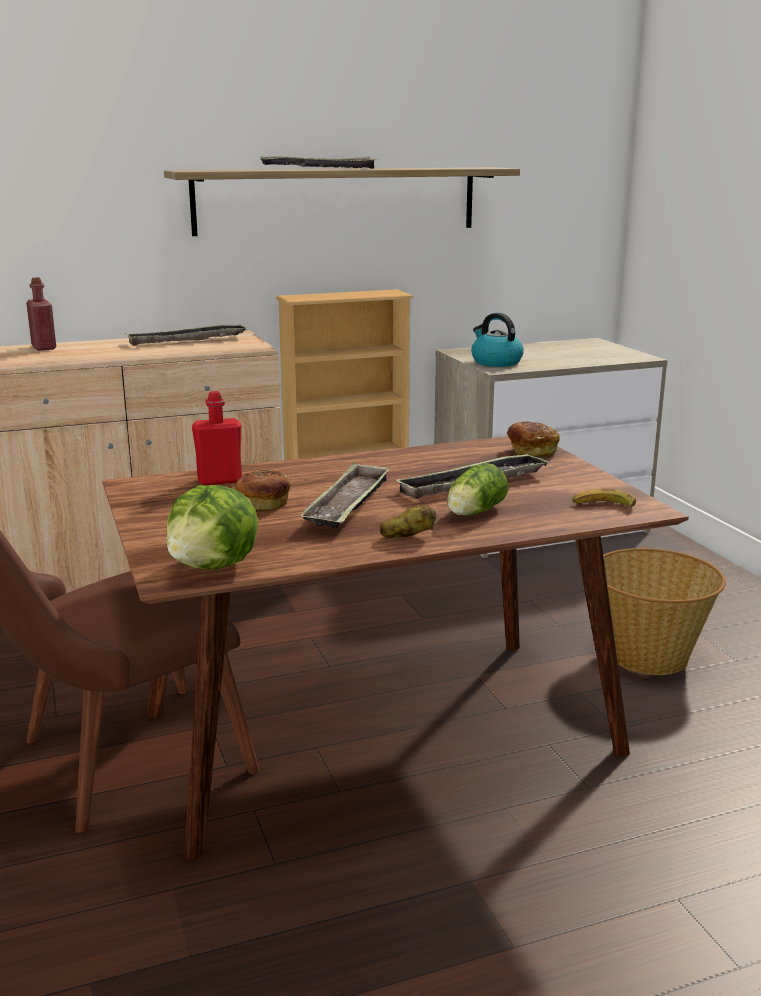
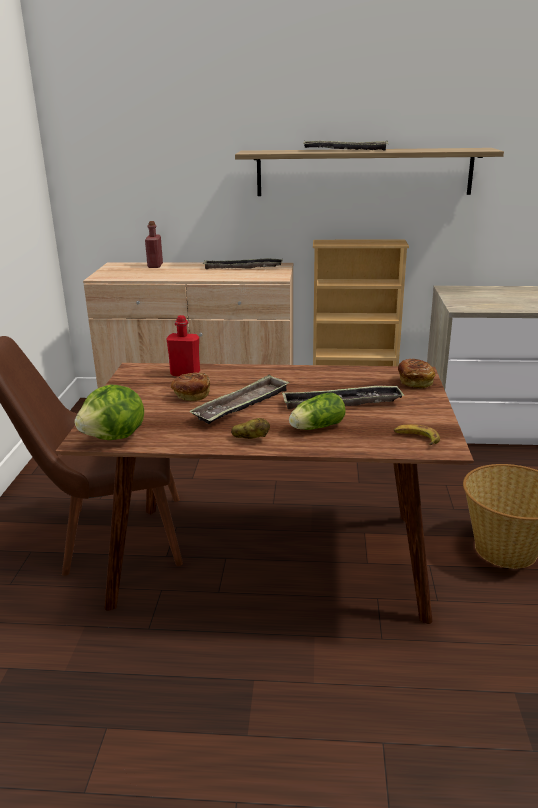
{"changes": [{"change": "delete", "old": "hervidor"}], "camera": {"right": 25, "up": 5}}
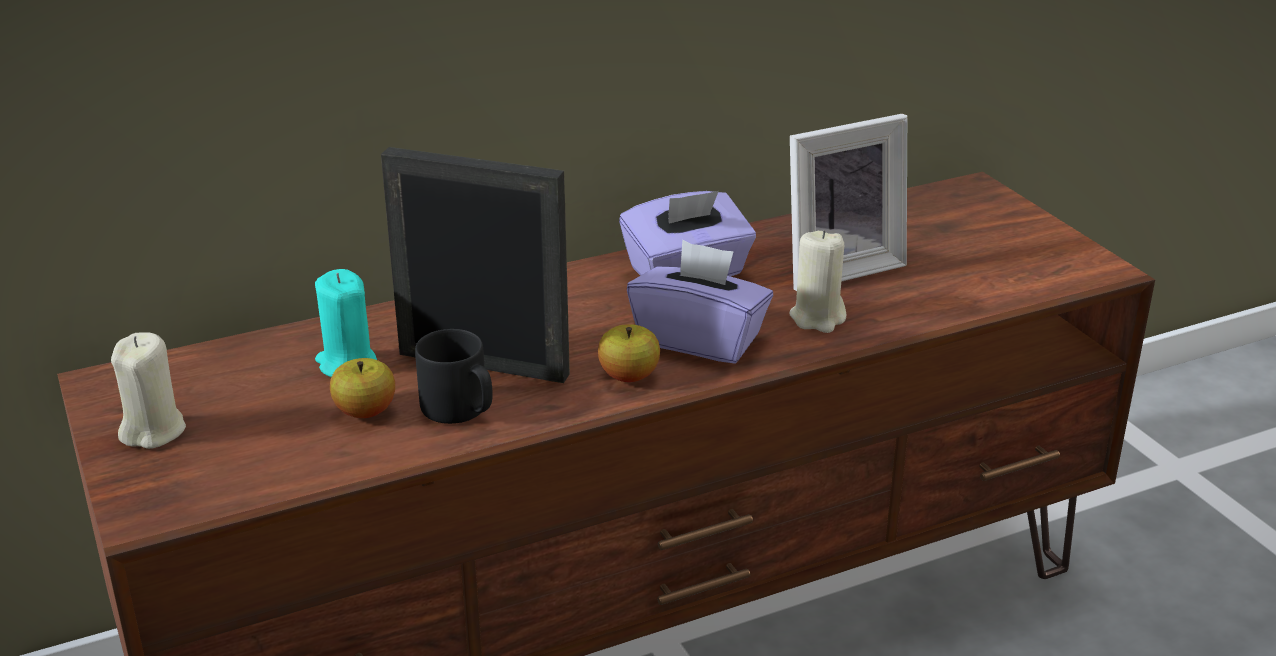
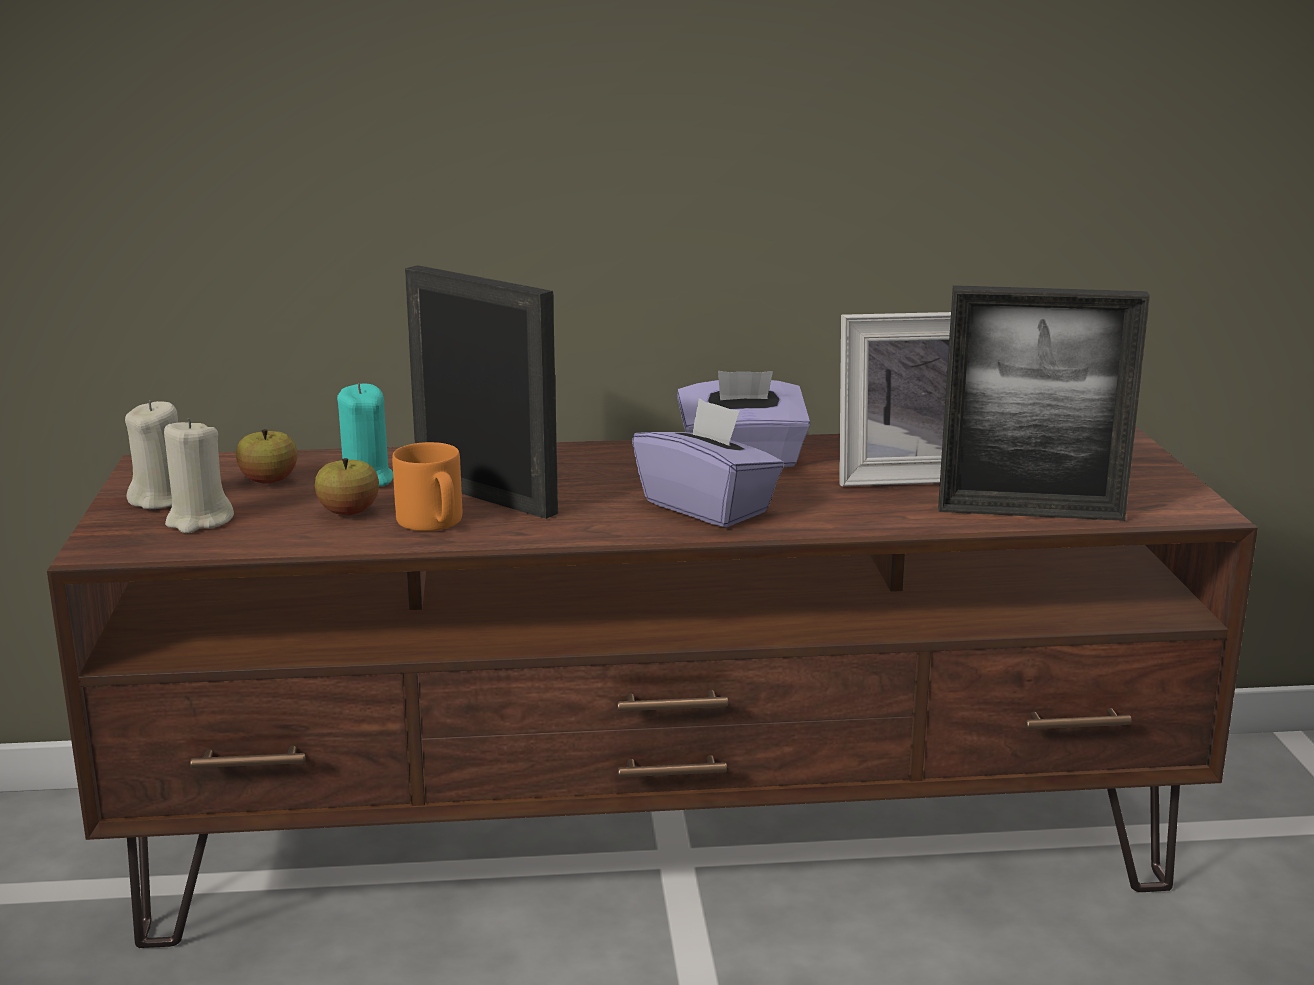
{"changes": [{"change": "move", "old": "vela [beis] (2nd from left)"}, {"change": "move", "old": "manzana (2nd from left in the first image)", "new": "manzana (1st from left)"}, {"change": "recolor", "old": "taza grande [negro]", "new": "taza grande [naranja]"}, {"change": "insert", "new": "portarretratos (3rd from left)"}], "camera": {"right": 20, "up": -10}}
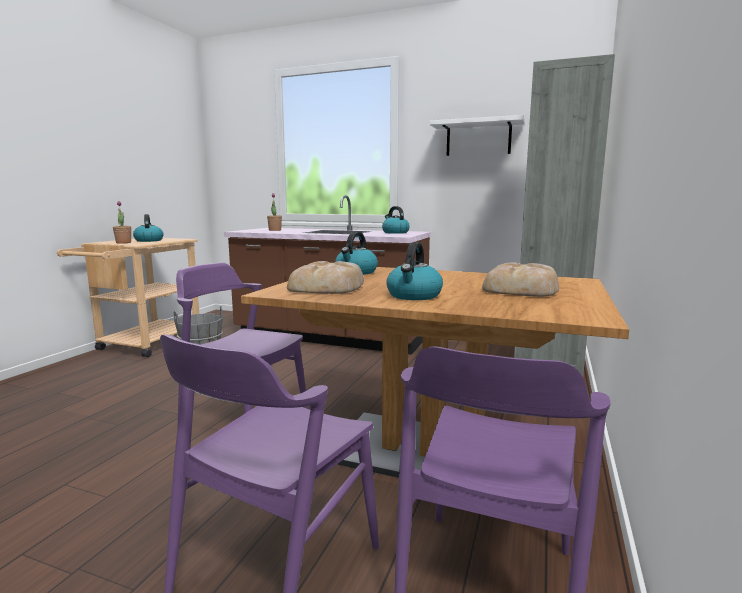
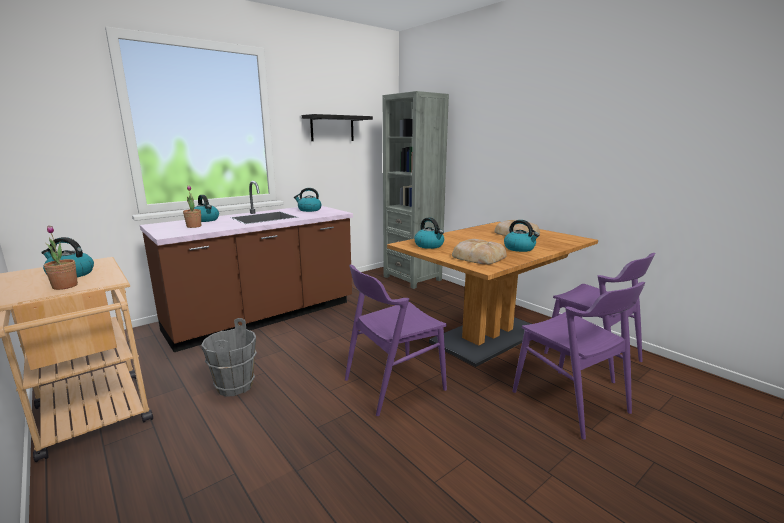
{"changes": [{"change": "insert", "new": "hervidor (2nd from left)"}, {"change": "recolor", "old": "estante [blanco]", "new": "estante [negro]"}], "camera": {"right": -60, "up": 5}}
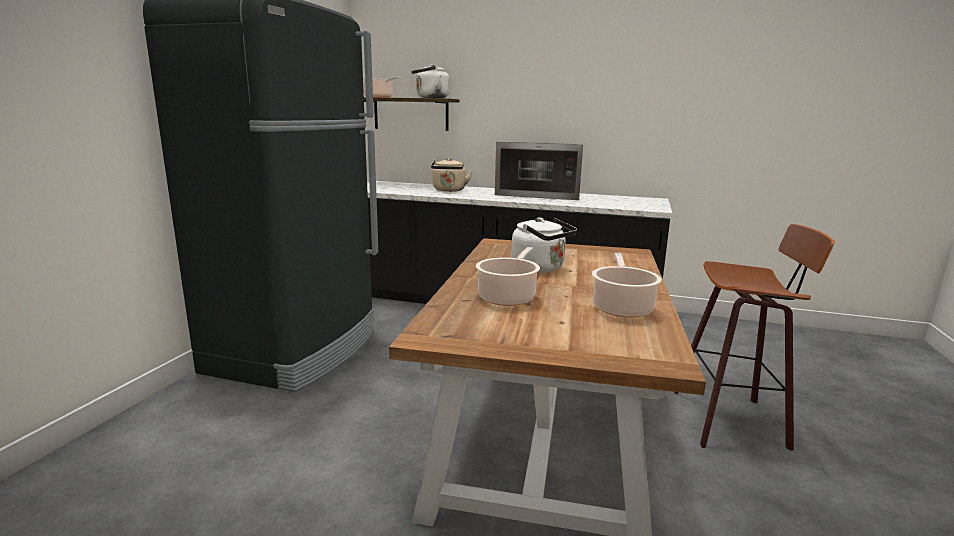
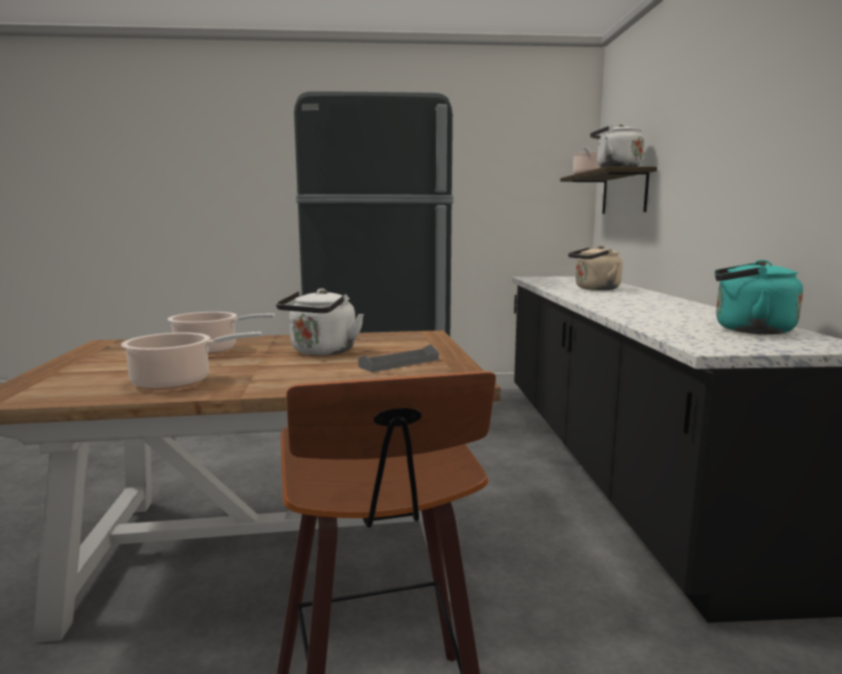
{"changes": [{"change": "insert", "new": "bandeja [gris]"}, {"change": "insert", "new": "hervidor [turquesa]"}, {"change": "delete", "old": "microondas"}], "camera": {"right": 70, "up": -5}}
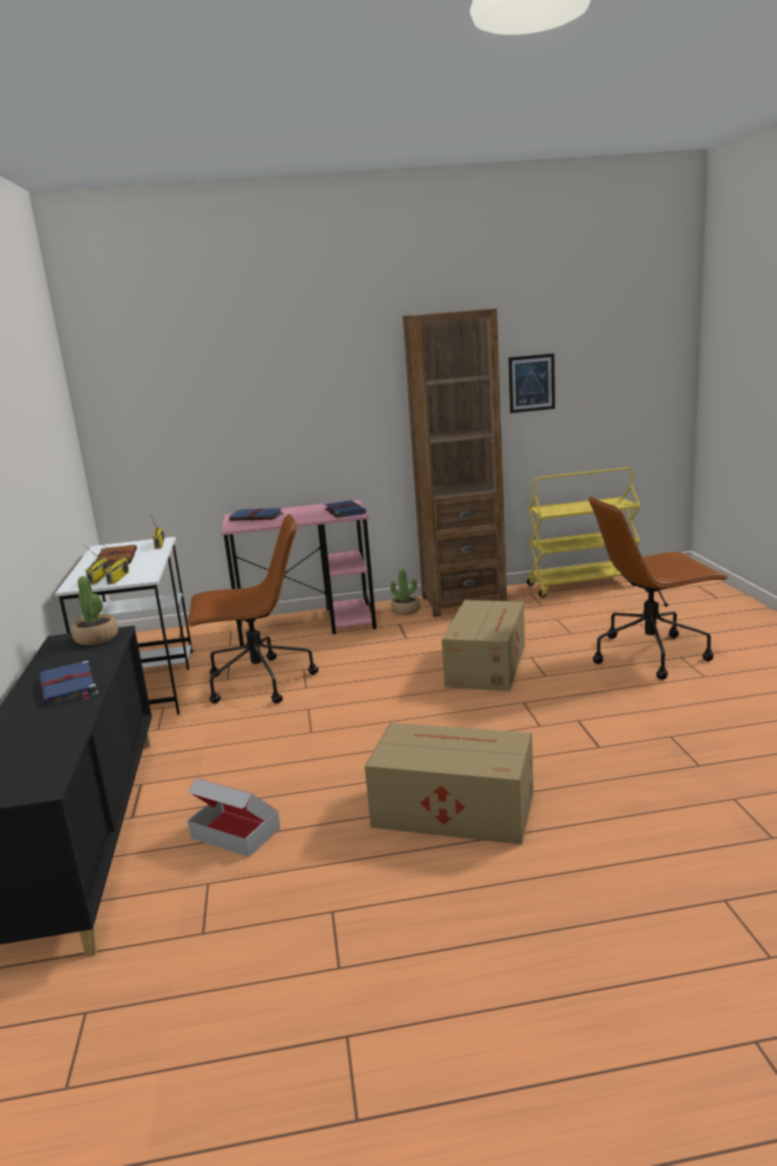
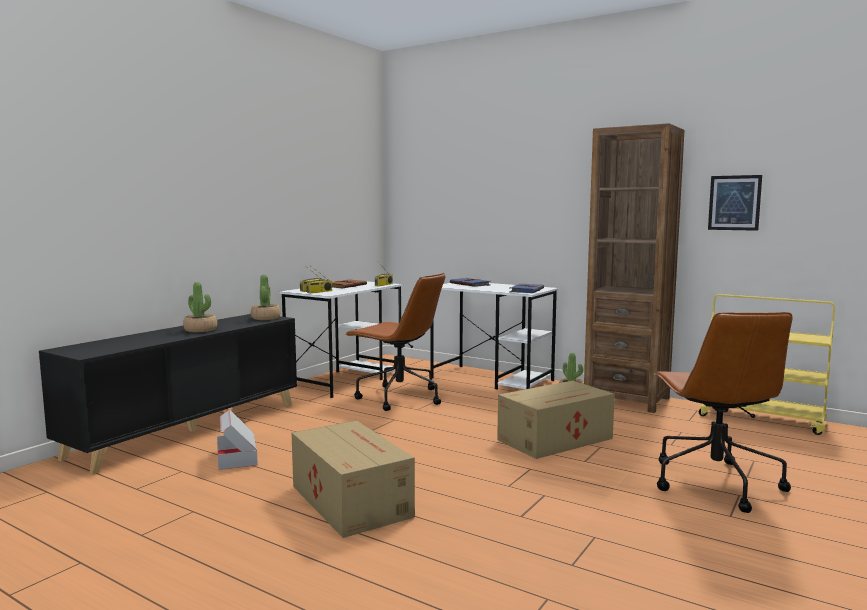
{"changes": [{"change": "replace", "old": "libro [azul] (1st from left)", "new": "planta en maceta (1st from left)"}, {"change": "recolor", "old": "escritorio [rosa]", "new": "escritorio [blanco] (2nd from left)"}, {"change": "rotate", "old": "silla de oficina [marrón] (2nd from left)", "degrees": -120}], "camera": {"right": 40, "up": -10}}
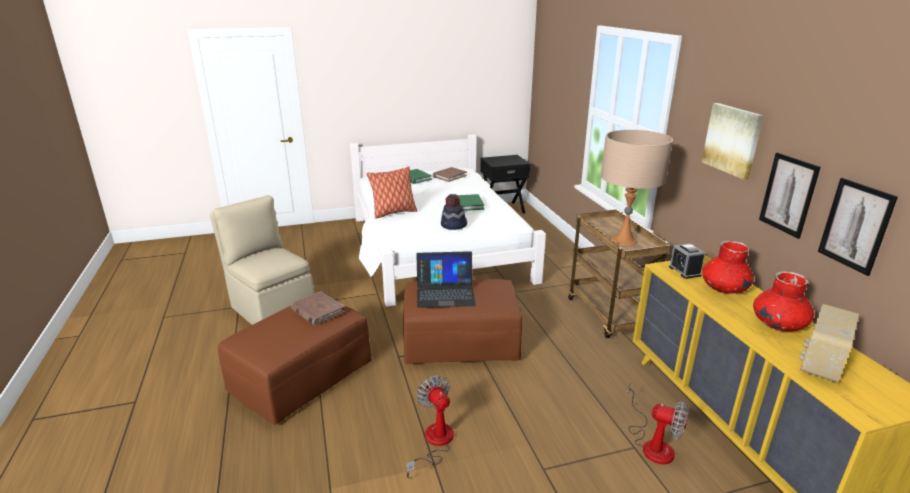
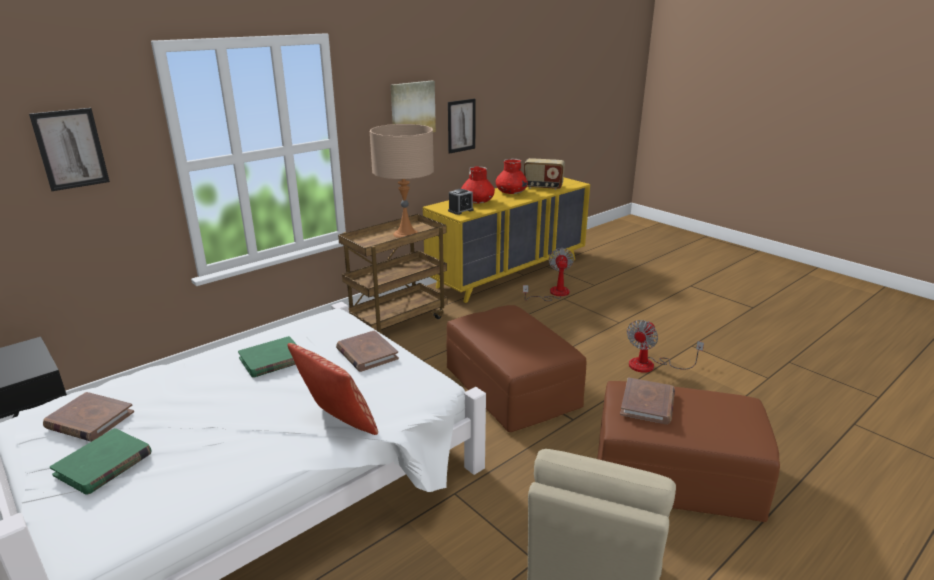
{"changes": [{"change": "move", "old": "cuadro (3rd from left in the first image)", "new": "cuadro (1st from left)"}, {"change": "replace", "old": "sombrero", "new": "libro [marrón] (2nd from left)"}, {"change": "delete", "old": "portátil"}], "camera": {"right": -115, "up": 0}}
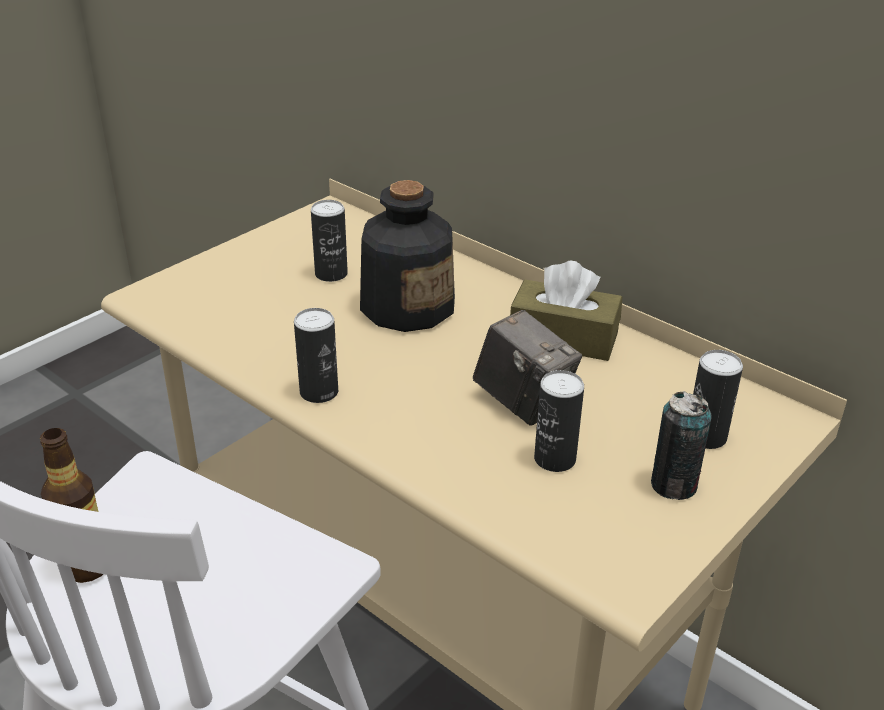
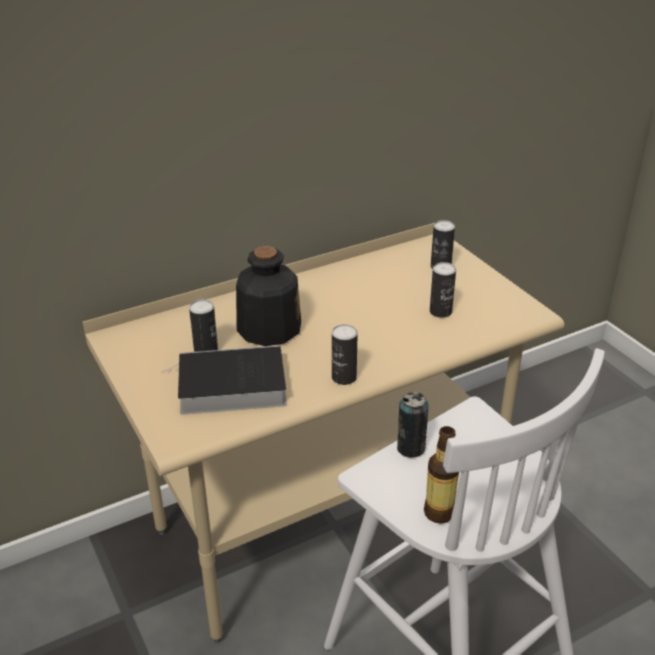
{"changes": [{"change": "insert", "new": "libro"}, {"change": "move", "old": "lata (4th from left in the first image)", "new": "lata (3rd from left)"}, {"change": "delete", "old": "cámara"}, {"change": "delete", "old": "caja de pañuelos [marrón]"}], "camera": {"right": -70, "up": 0}}
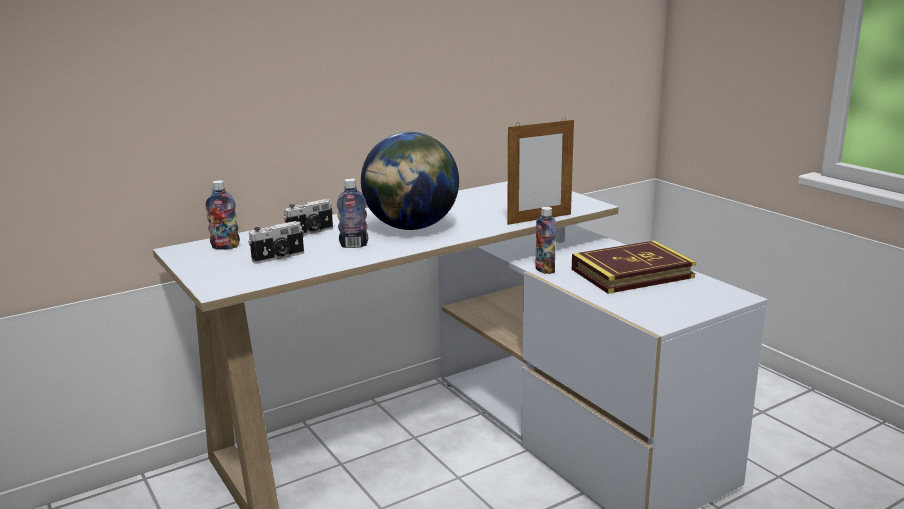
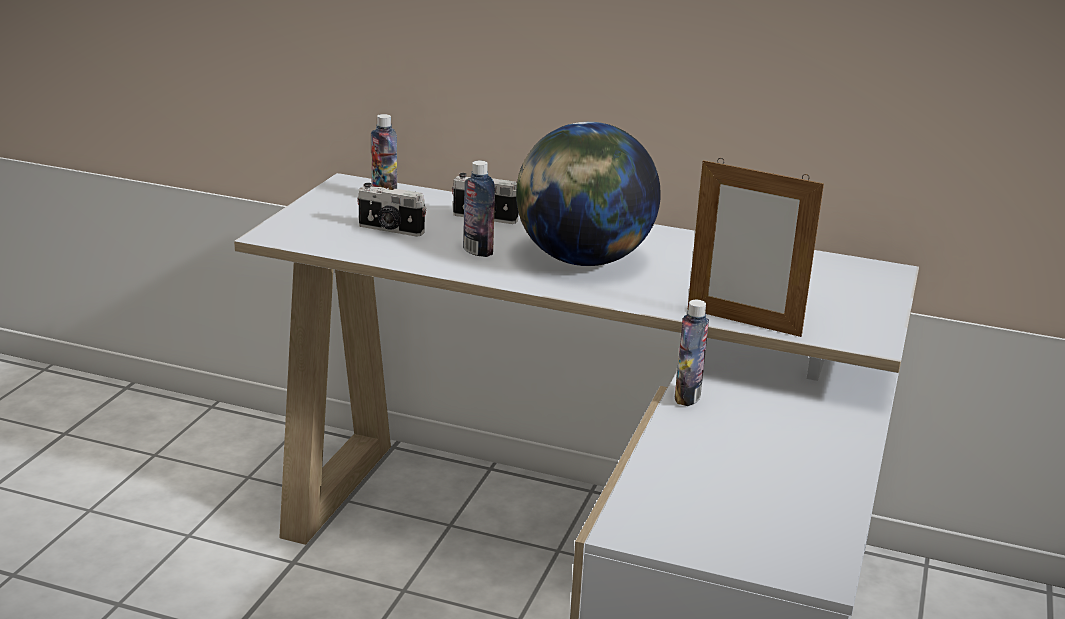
{"changes": [{"change": "delete", "old": "libro"}], "camera": {"right": 50, "up": 5}}
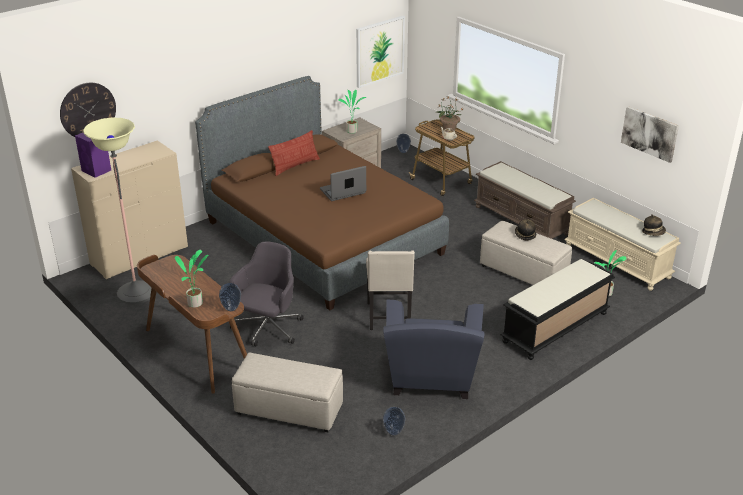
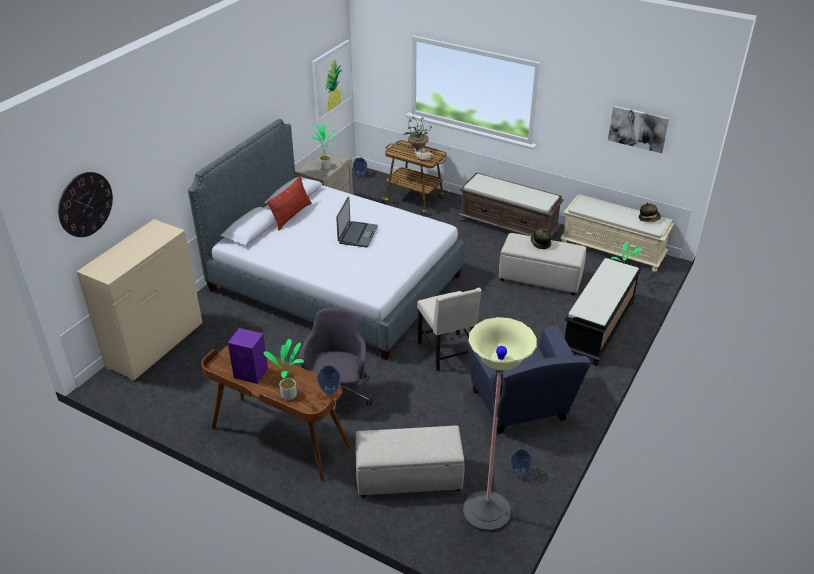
{"changes": [{"change": "recolor", "old": "cama [marrón]", "new": "cama [gris]"}, {"change": "move", "old": "altavoz [morado]"}, {"change": "rotate", "old": "portátil", "degrees": 150}, {"change": "move", "old": "lámpara de pie"}], "camera": {"right": -20, "up": 5}}
